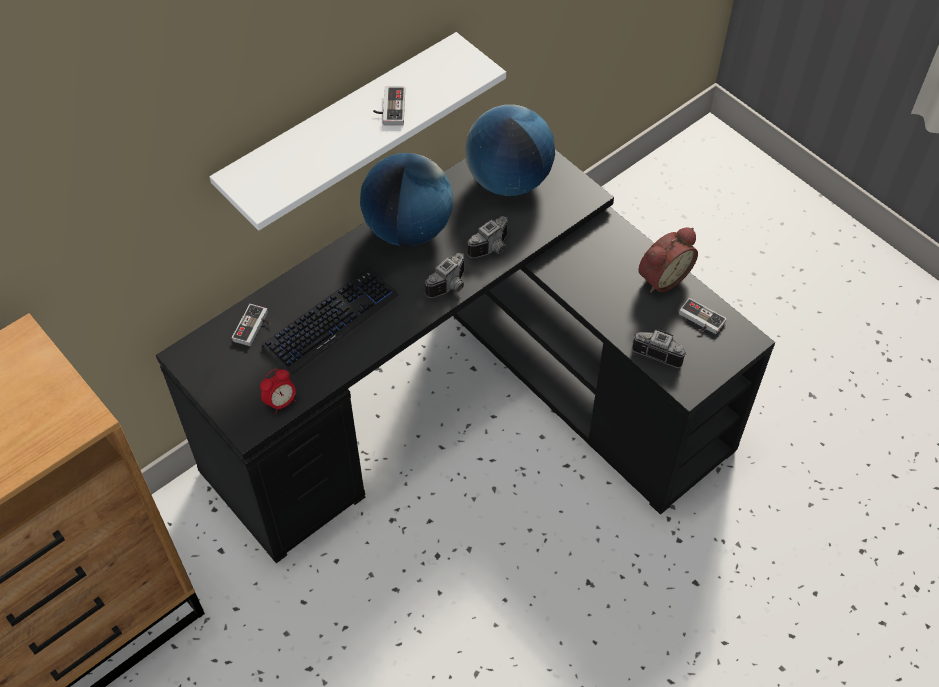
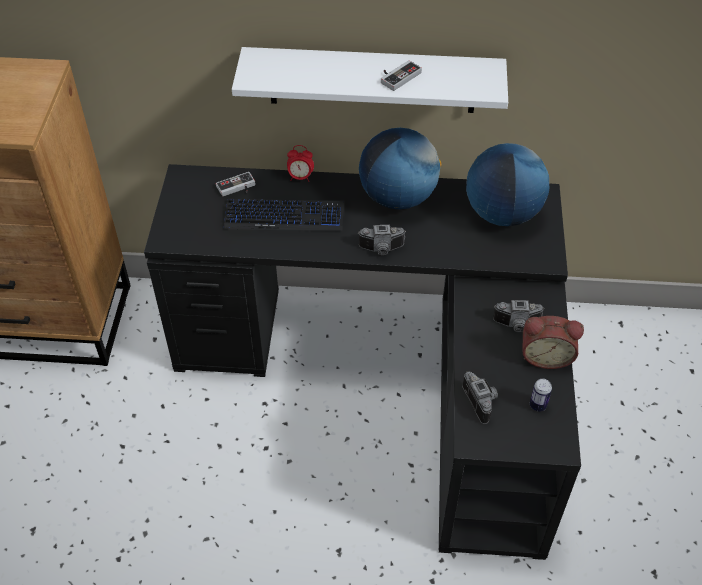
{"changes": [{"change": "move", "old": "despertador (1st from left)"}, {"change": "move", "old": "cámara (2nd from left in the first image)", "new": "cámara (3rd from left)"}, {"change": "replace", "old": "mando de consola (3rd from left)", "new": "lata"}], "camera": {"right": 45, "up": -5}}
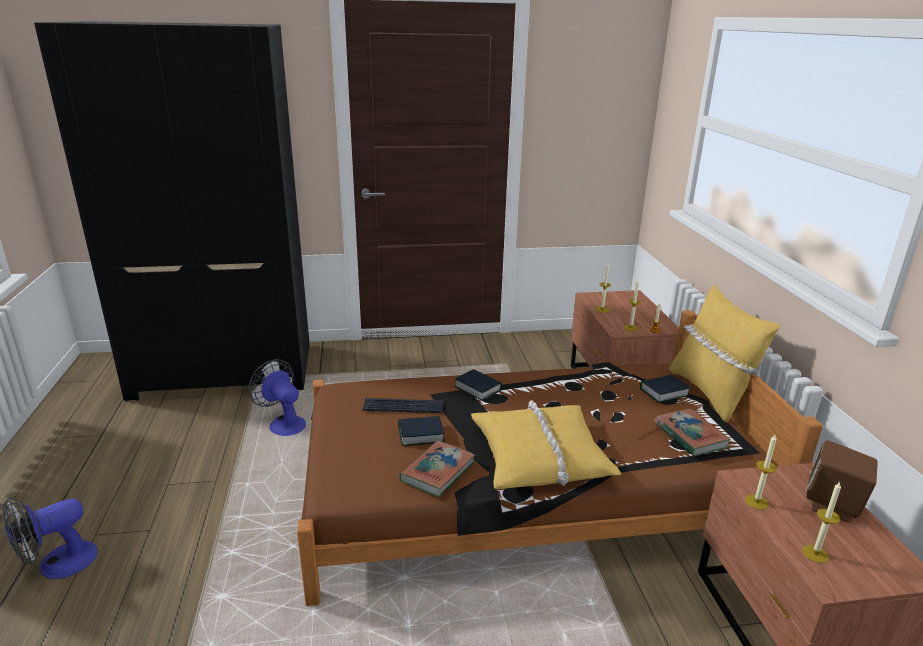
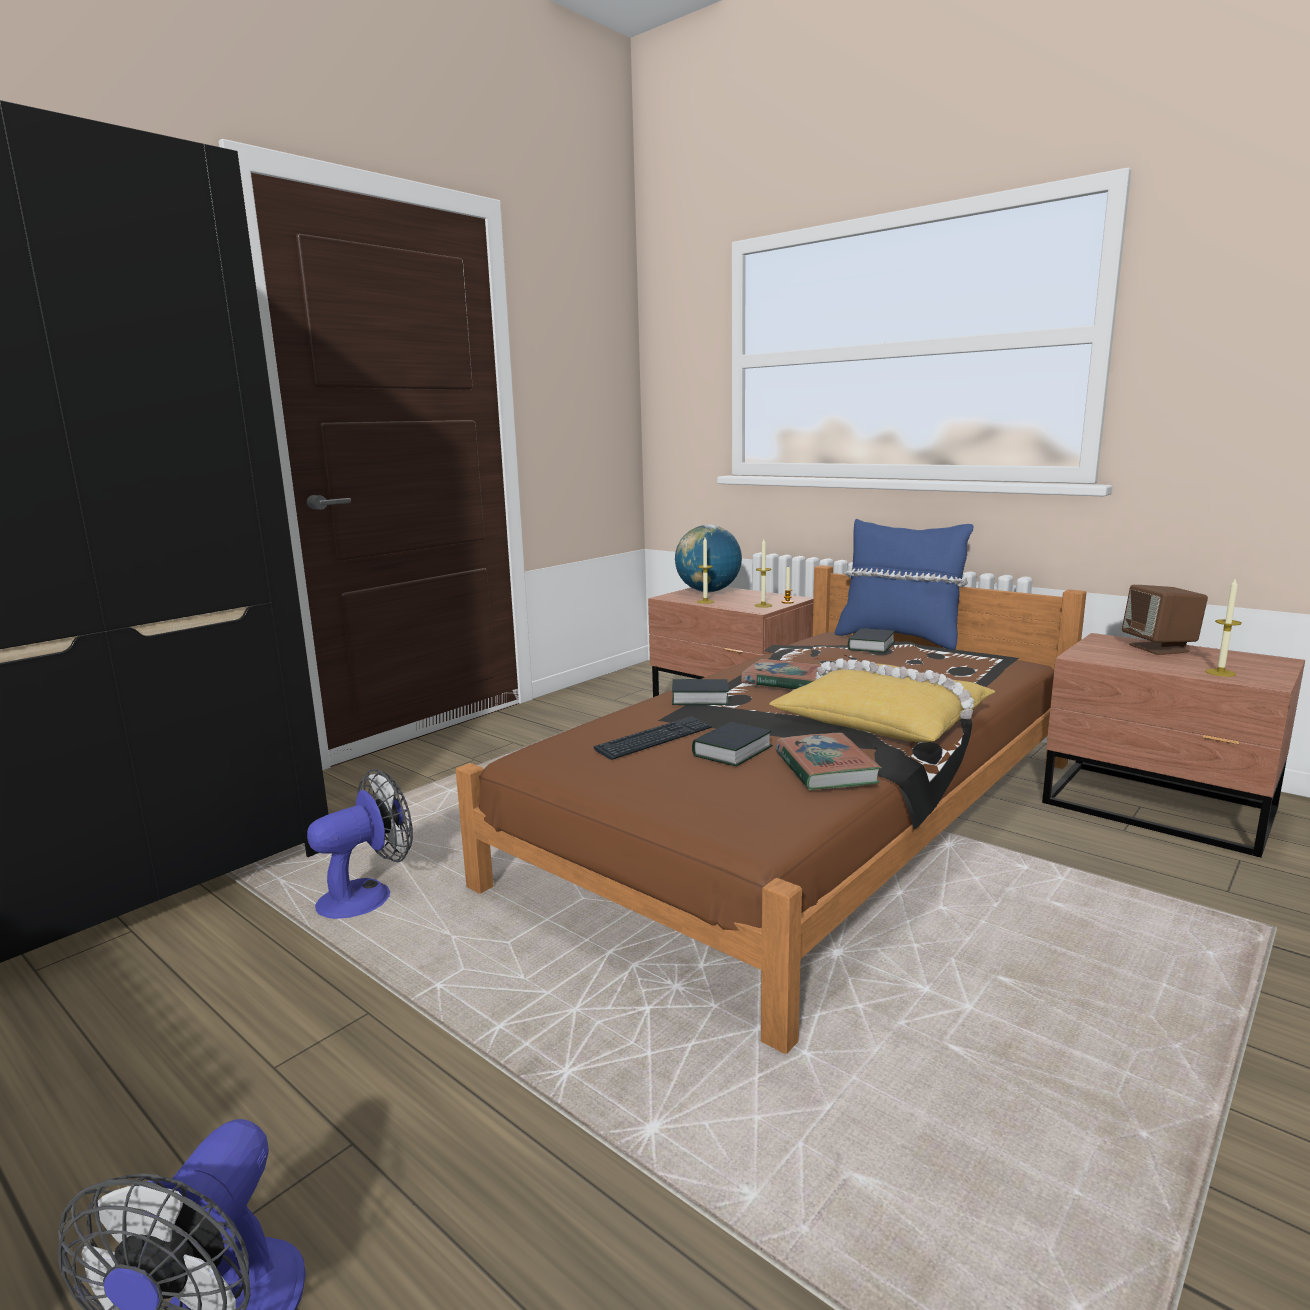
{"changes": [{"change": "rotate", "old": "ventilador (2nd from left)", "degrees": 135}, {"change": "insert", "new": "globo terráqueo"}, {"change": "move", "old": "libro (5th from left in the first image)", "new": "libro (3rd from left)"}, {"change": "recolor", "old": "cojín [amarillo] (2nd from left)", "new": "cojín [azul]"}, {"change": "delete", "old": "vela (4th from left)"}], "camera": {"right": -40, "up": -10}}
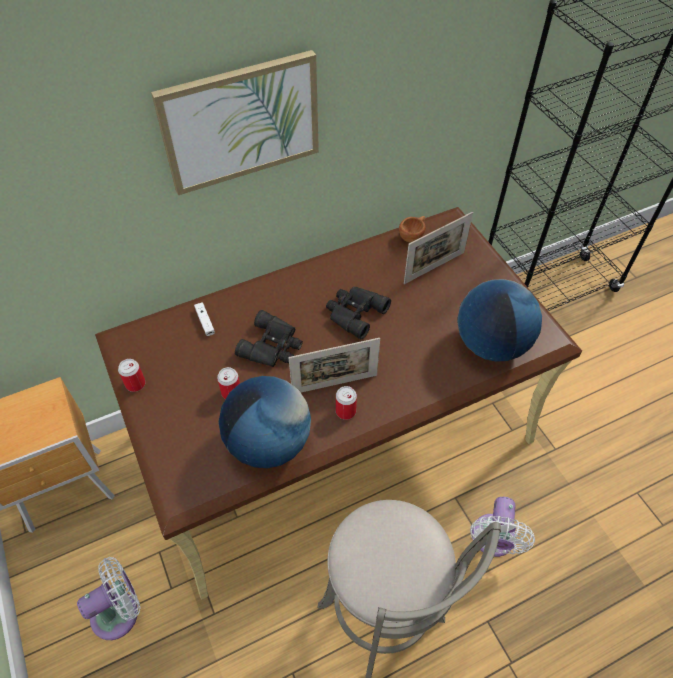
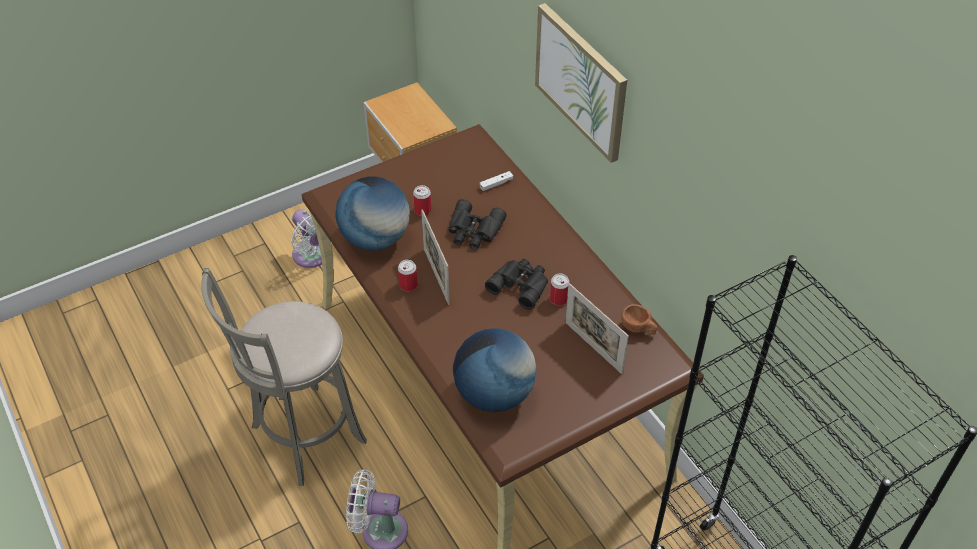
{"changes": [{"change": "move", "old": "lata (1st from left in the first image)", "new": "lata (3rd from left)"}], "camera": {"right": 85, "up": -5}}
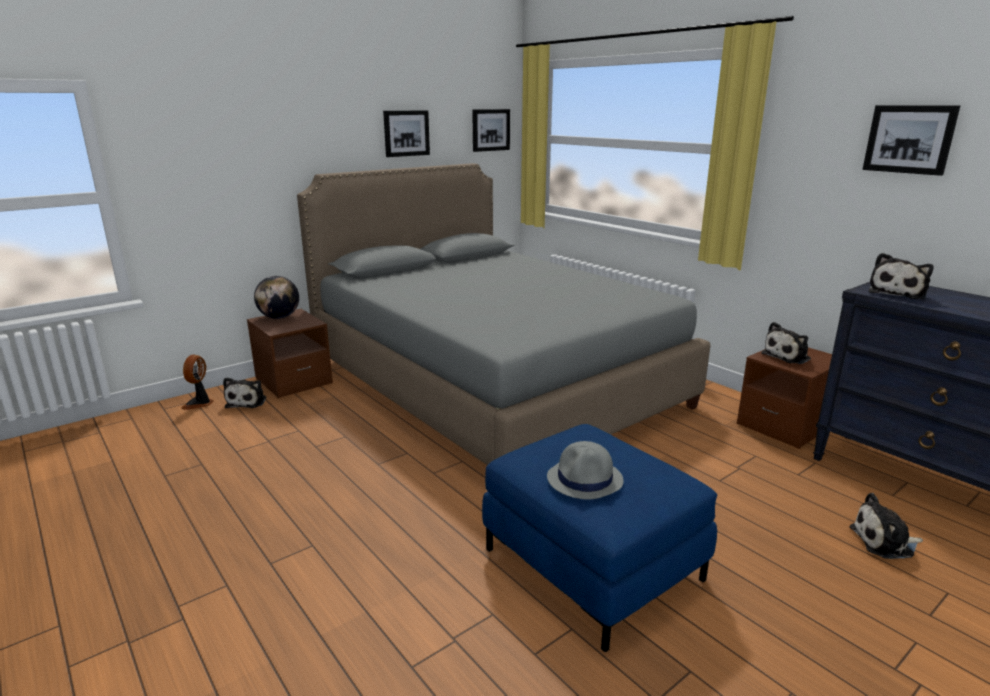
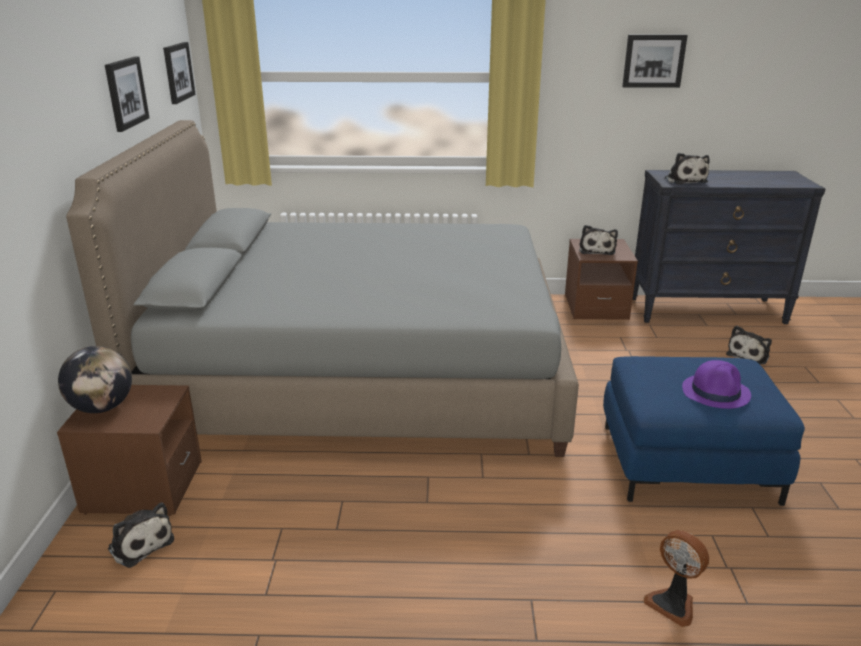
{"changes": [{"change": "move", "old": "ventilador"}, {"change": "recolor", "old": "sombrero [gris]", "new": "sombrero [morado]"}], "camera": {"right": -50, "up": 5}}
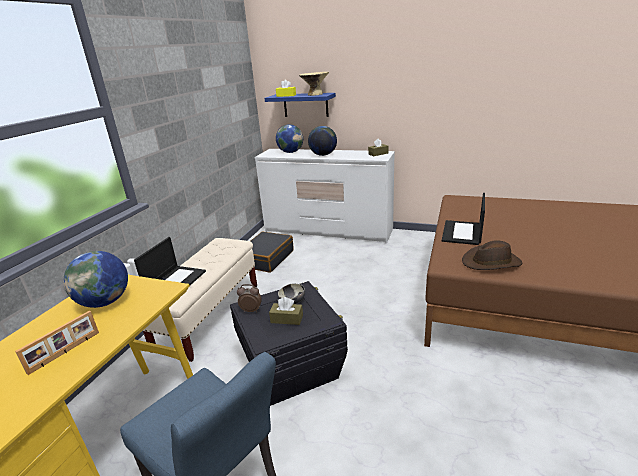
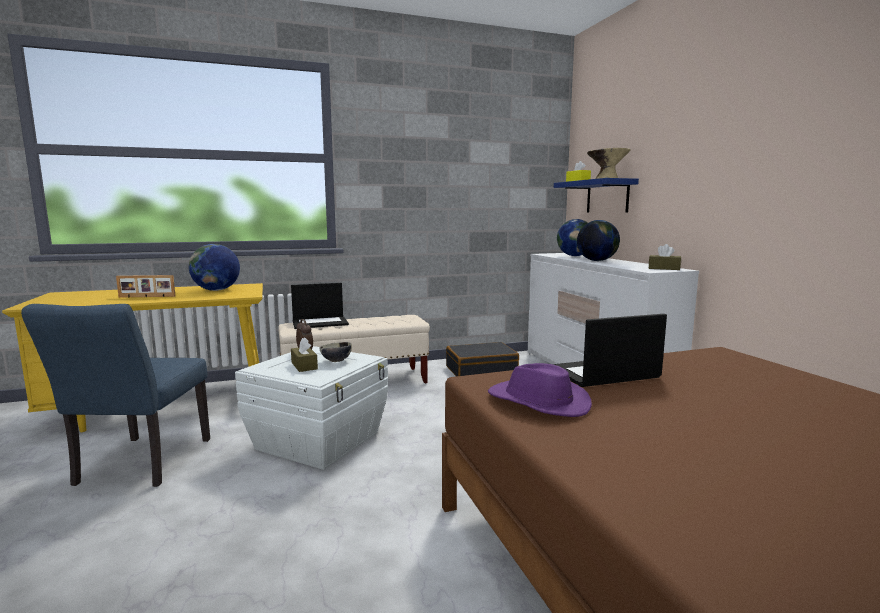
{"changes": [{"change": "recolor", "old": "caja de almacenaje [negro]", "new": "caja de almacenaje [blanco]"}, {"change": "recolor", "old": "sombrero [marrón]", "new": "sombrero [morado]"}], "camera": {"right": 50, "up": -15}}
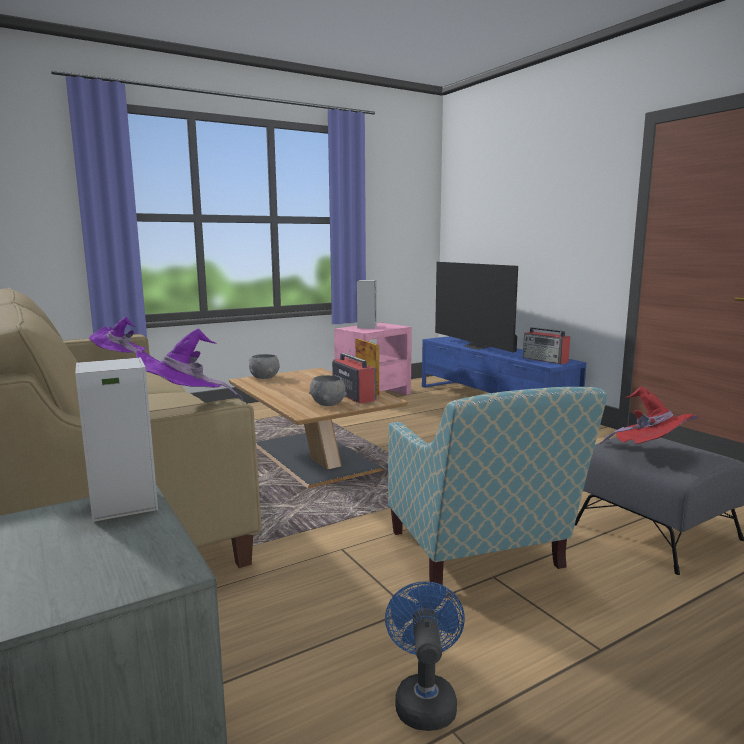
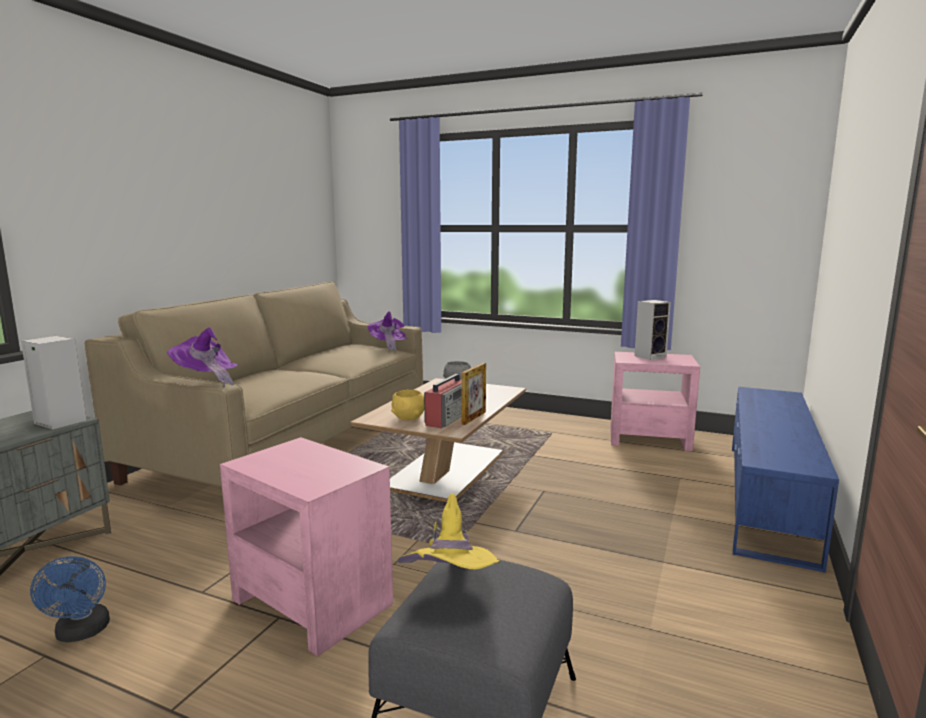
{"changes": [{"change": "rotate", "old": "ventilador [azul]", "degrees": 105}, {"change": "replace", "old": "sillón", "new": "mesa auxiliar [rosa] (1st from left)"}, {"change": "recolor", "old": "cuenco [gris] (2nd from left)", "new": "cuenco [amarillo]"}, {"change": "recolor", "old": "sombrero [rojo]", "new": "sombrero [amarillo]"}, {"change": "delete", "old": "televisor"}, {"change": "delete", "old": "radio (2nd from left)"}], "camera": {"right": 55, "up": 0}}
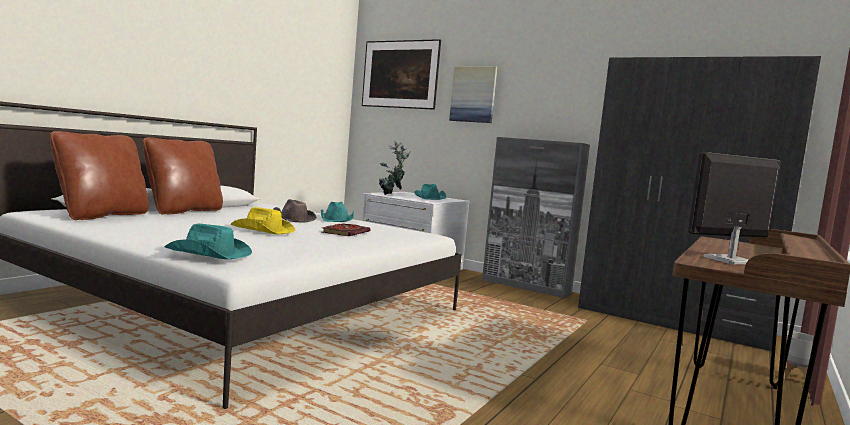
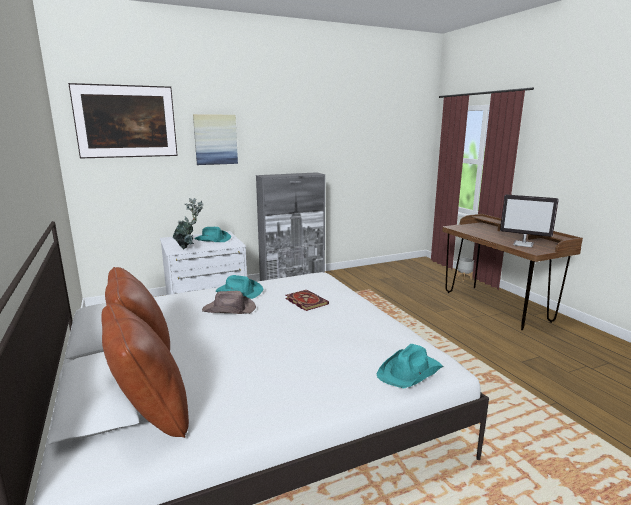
{"changes": [{"change": "rotate", "old": "monitor", "degrees": -75}, {"change": "delete", "old": "sombrero [amarillo]"}, {"change": "delete", "old": "armario ropero [gris]"}], "camera": {"right": -55, "up": 10}}
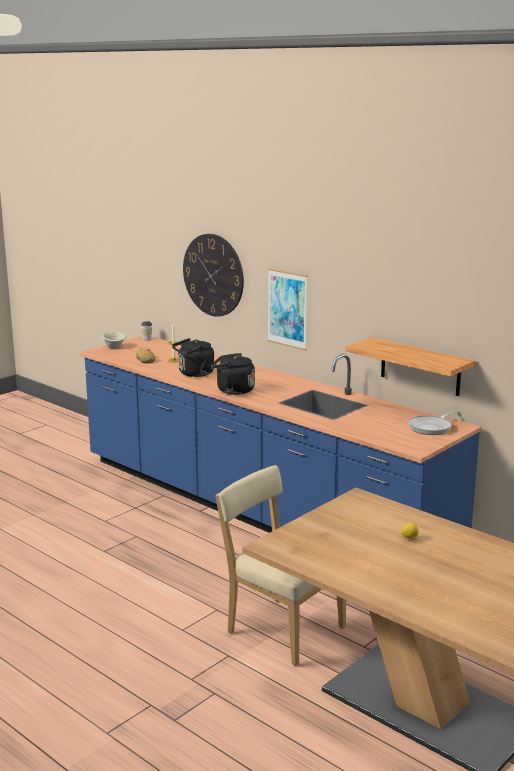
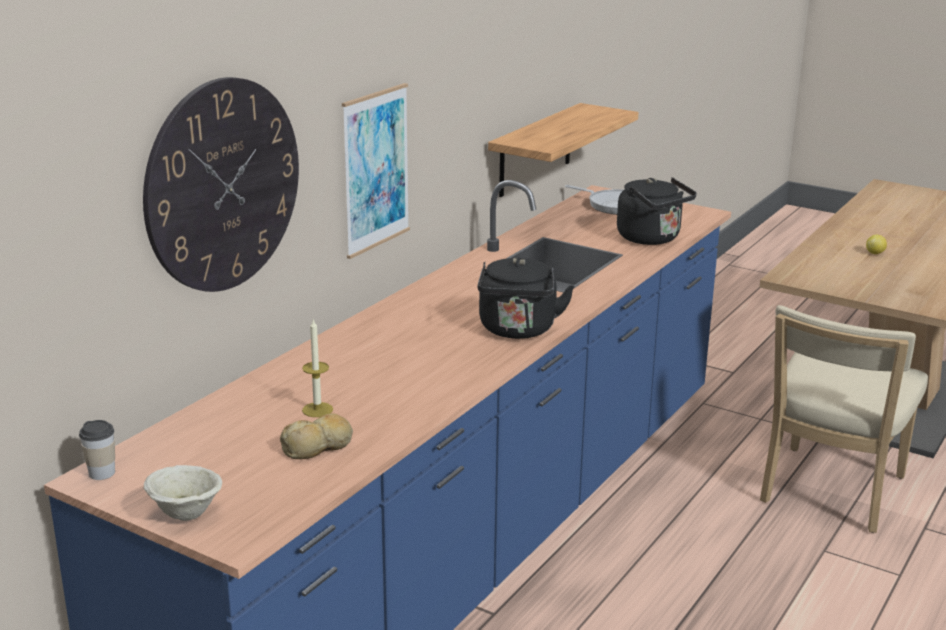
{"changes": [{"change": "move", "old": "hervidor [negro] (1st from left in the first image)", "new": "hervidor [negro] (2nd from left)"}], "camera": {"right": -100, "up": 5}}
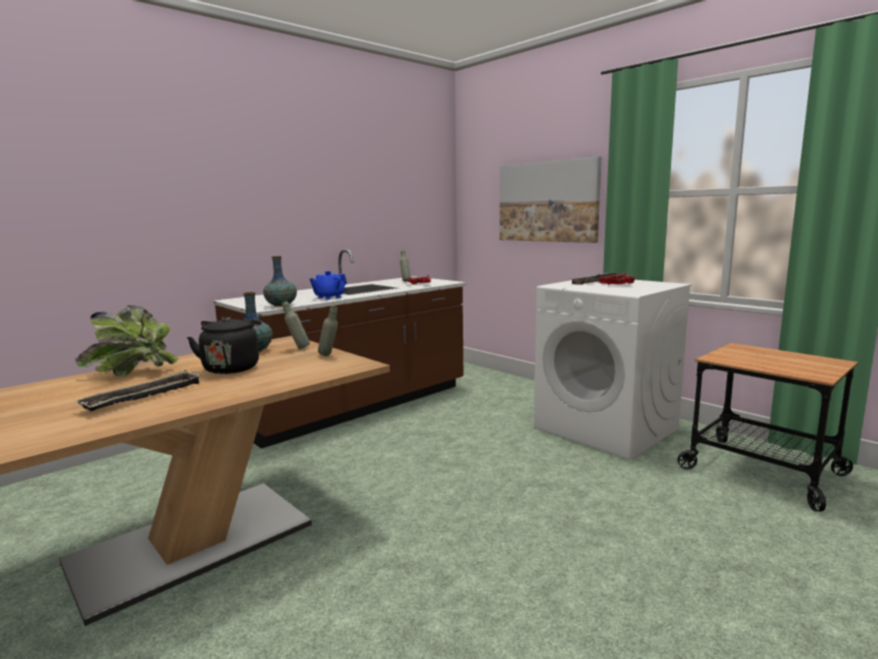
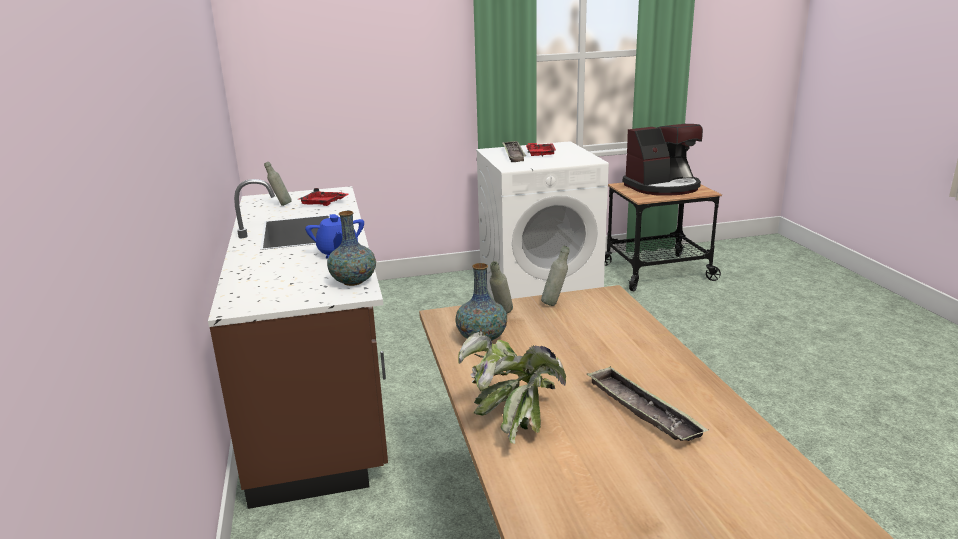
{"changes": [{"change": "insert", "new": "cafetera"}, {"change": "delete", "old": "hervidor [negro]"}, {"change": "delete", "old": "cuadro"}], "camera": {"right": -60, "up": 10}}
